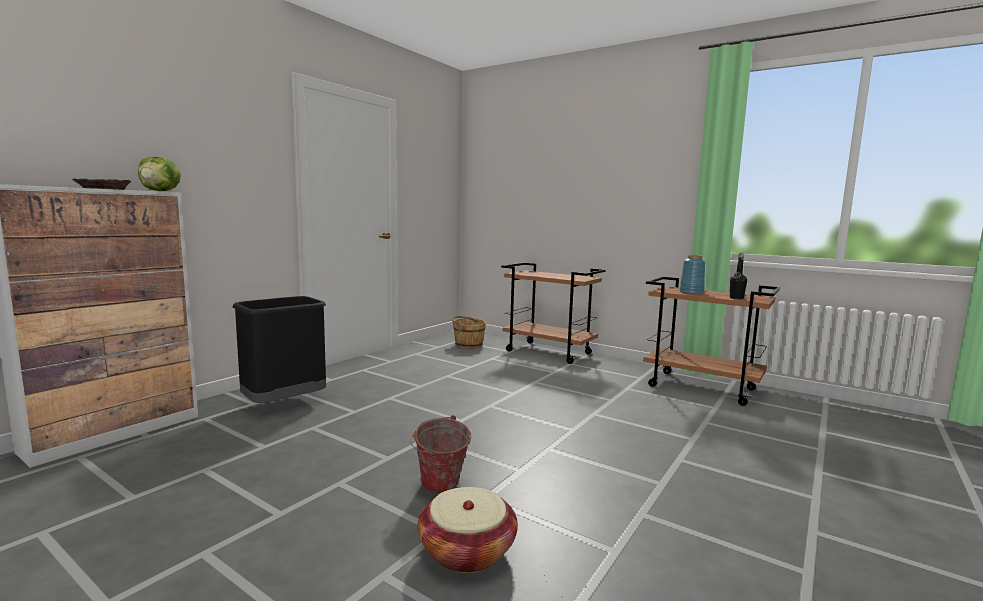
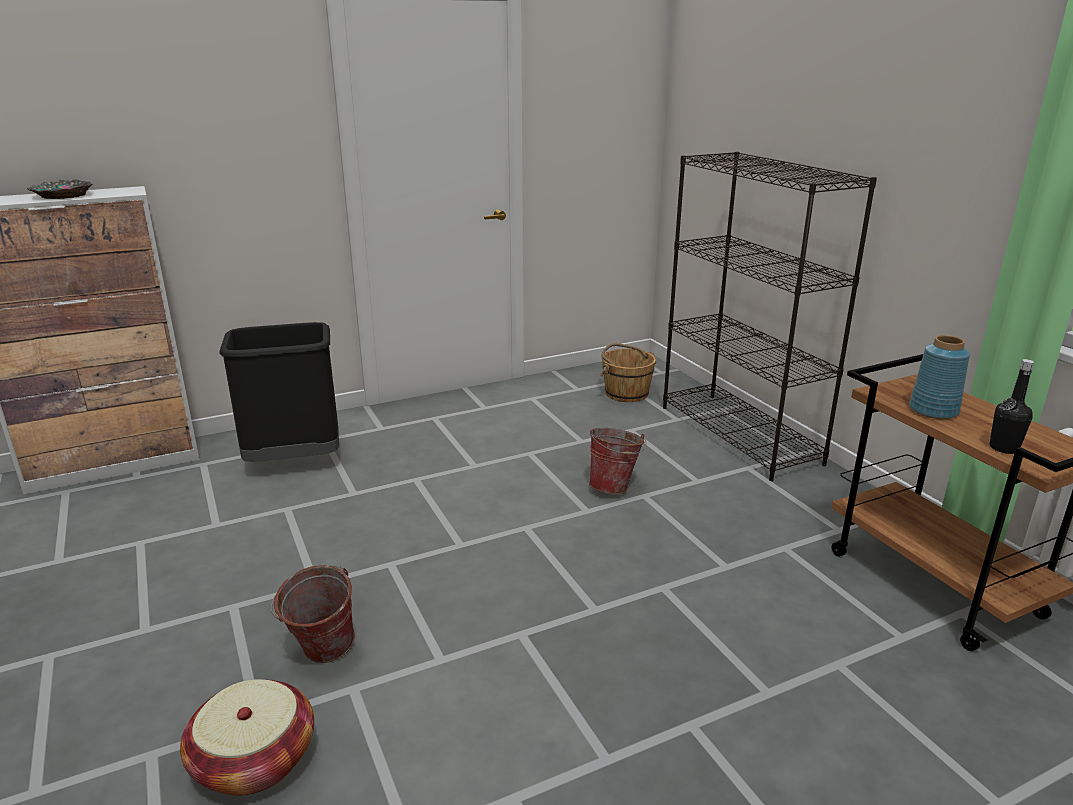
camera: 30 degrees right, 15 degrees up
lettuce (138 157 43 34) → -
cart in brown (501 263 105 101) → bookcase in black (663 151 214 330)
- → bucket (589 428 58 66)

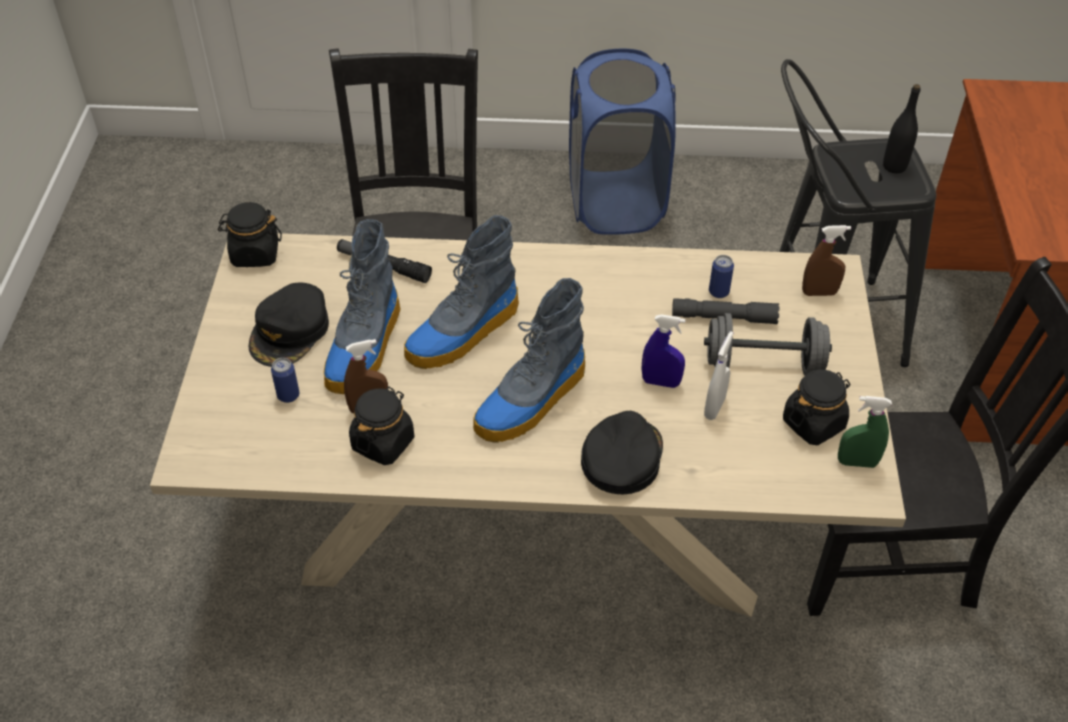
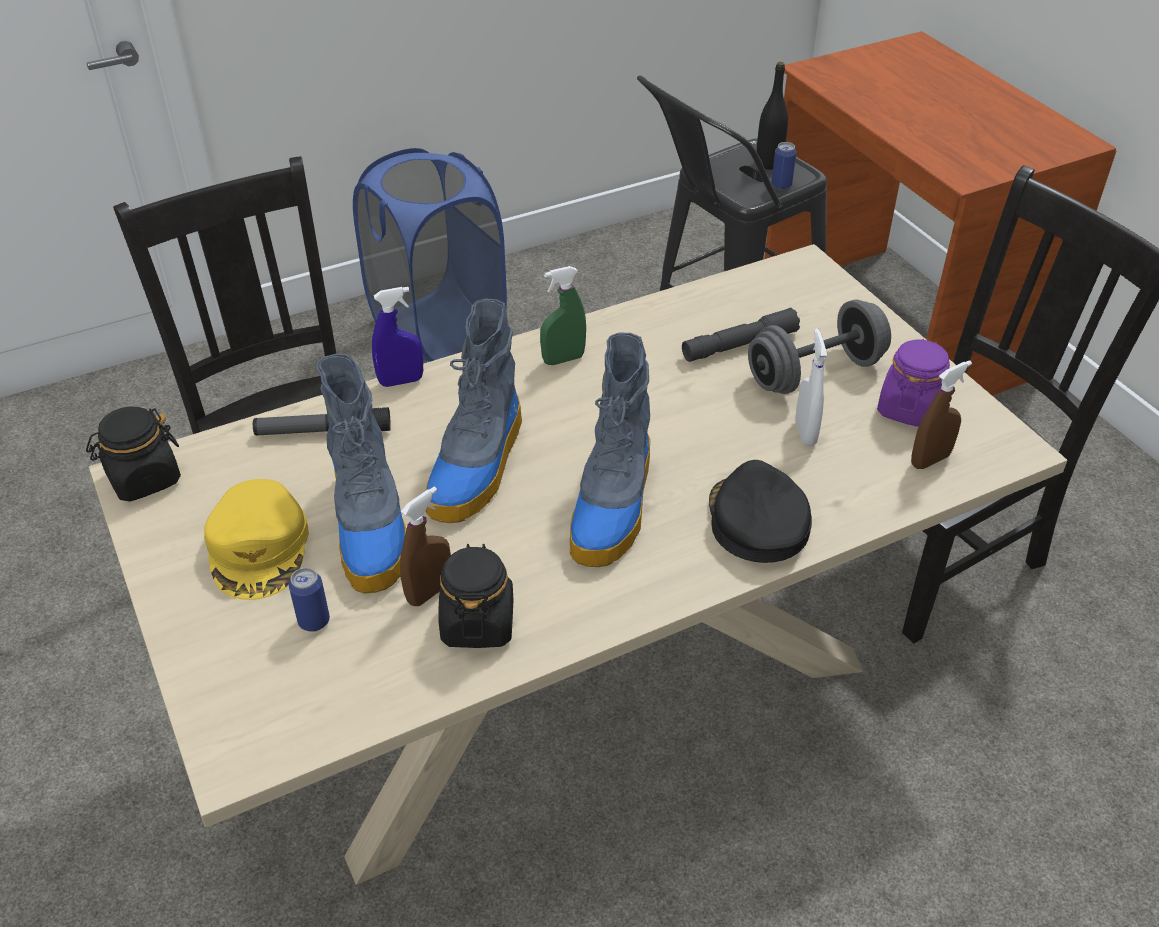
camera: 30 degrees left, 5 degrees down
spray bottle in brown (802 225 49 71) → spray bottle in brown (911 360 61 109), move
can (709 255 25 43) → can (771 142 25 48), move
cap in black (249 283 80 84) → cap in yellow (204 479 105 121)
spray bottle in blue (642 314 43 74) → spray bottle in blue (372 287 51 100), move
jar in black (783 369 67 76) → jar in purple (877 339 73 88)
spray bottle in green (838 396 54 72) → spray bottle in green (540 266 46 99), move

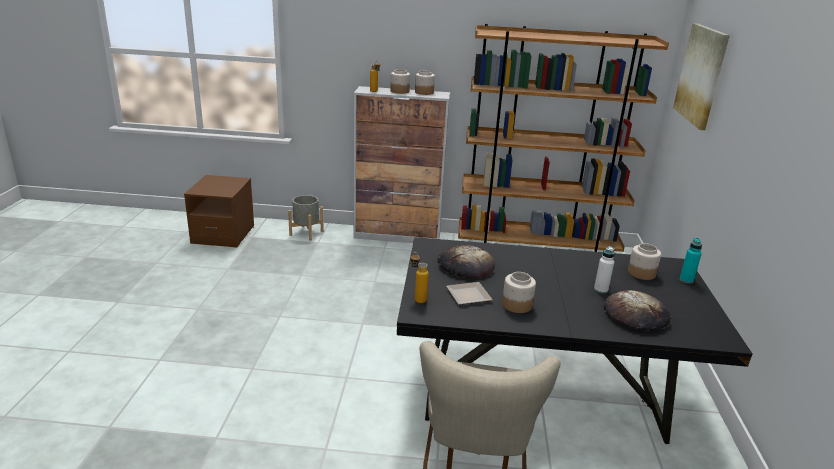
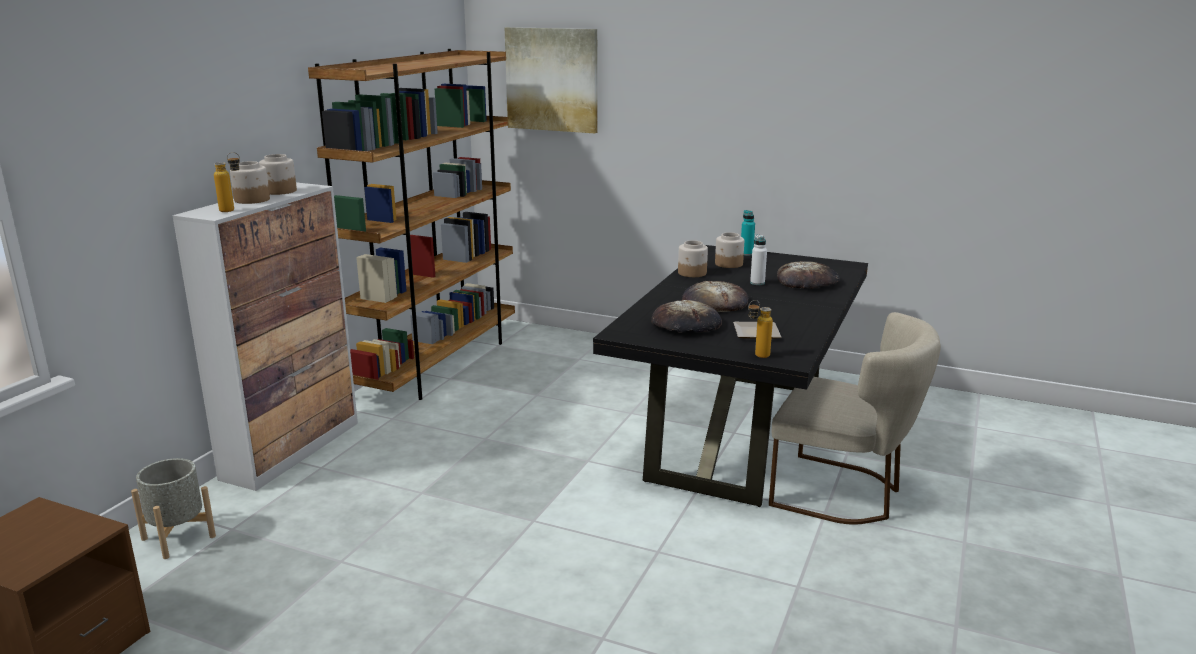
camera: 70 degrees left, 5 degrees down
jar (502 272 34 41) → jar (678 240 30 37), move
- → bread (682 281 66 31)

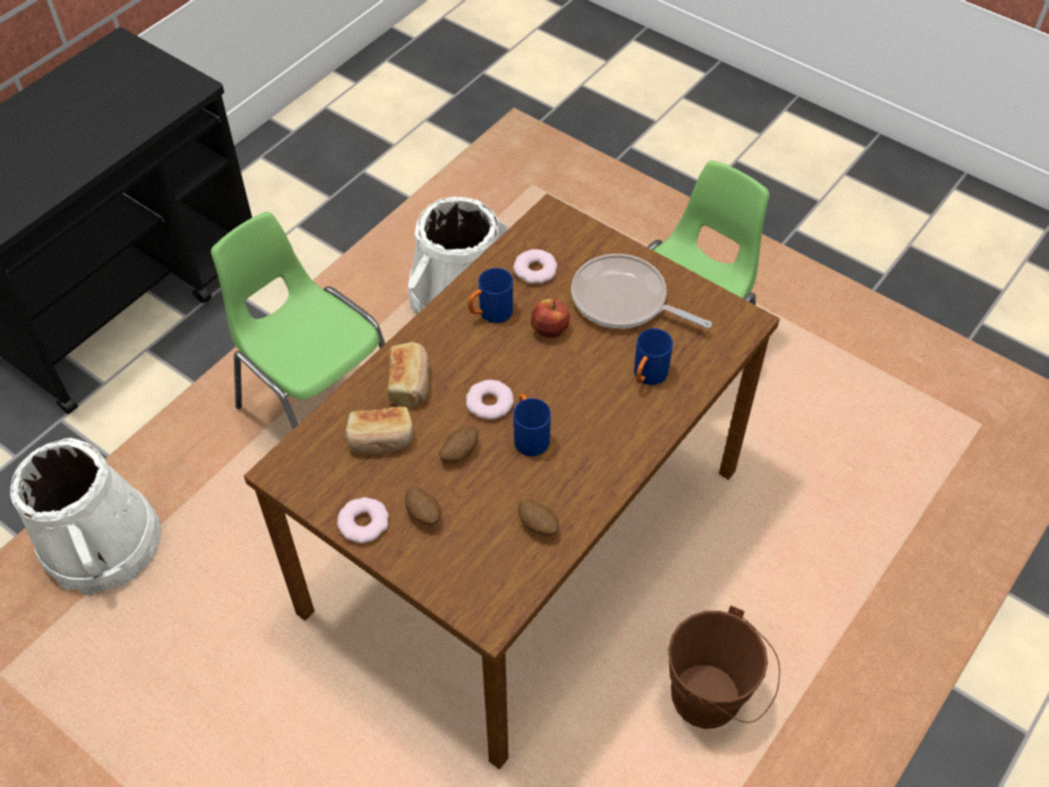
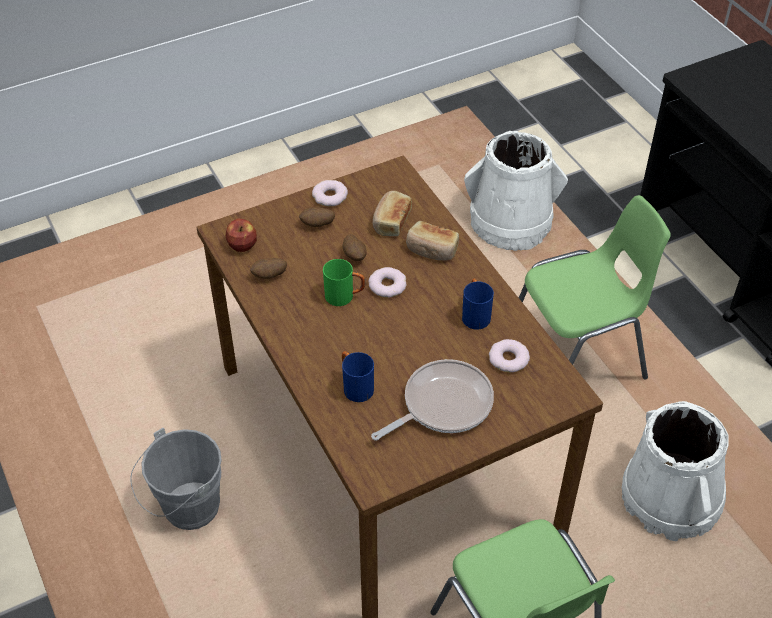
camera: 115 degrees right, 5 degrees down
apple (531 299 39 39) → apple (225 218 32 34), move
mug in blue (513 394 38 62) → mug in green (323 259 42 47)
bucket in brown (668 606 112 123) → bucket in grey (130 428 92 102)

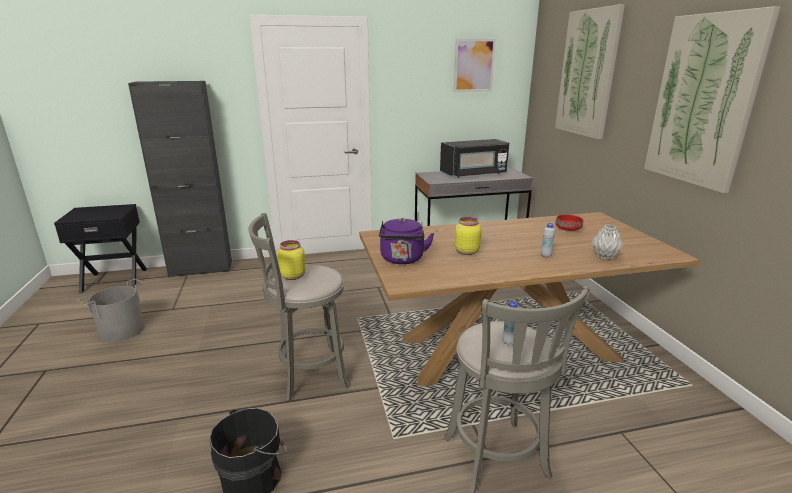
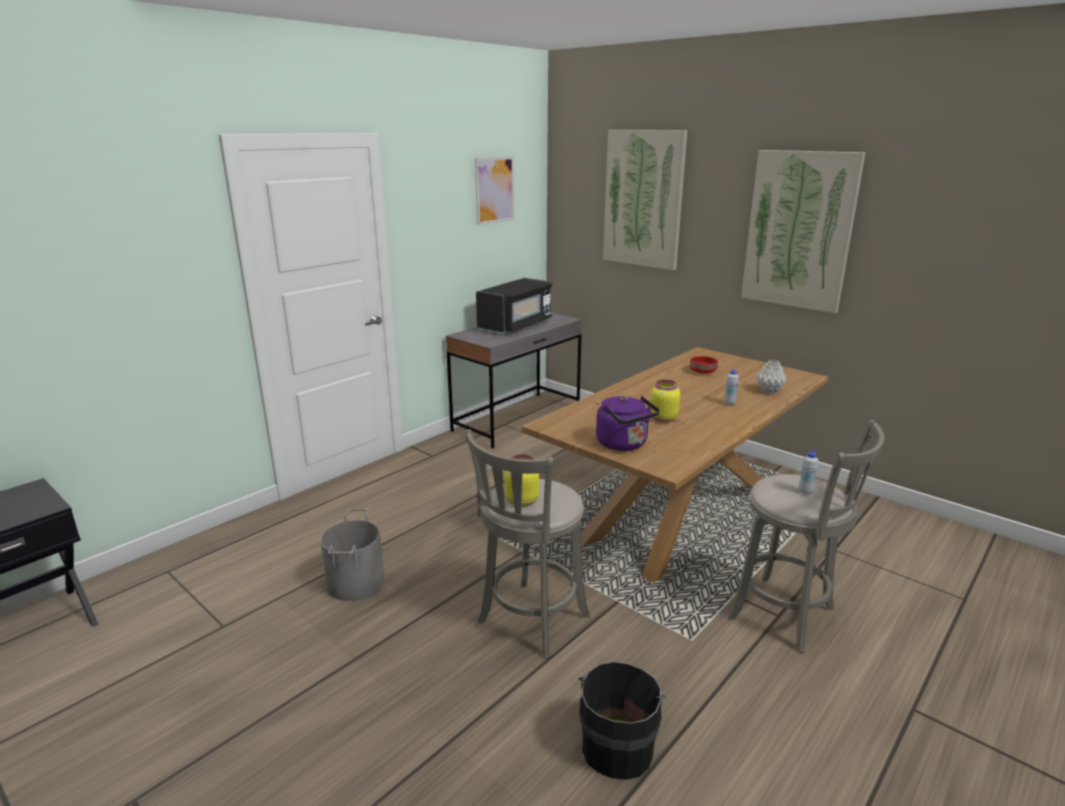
camera: 35 degrees left, 0 degrees up
cabinet in black (128 81 104 196) → -
bucket in grey (77 279 67 63) → bucket in grey (320 508 64 93), move

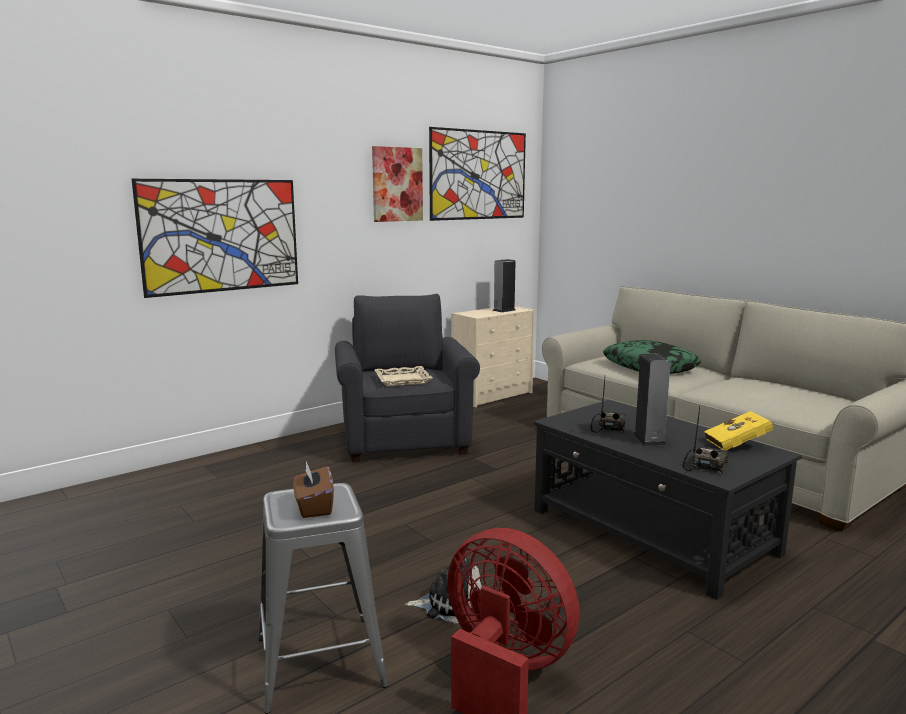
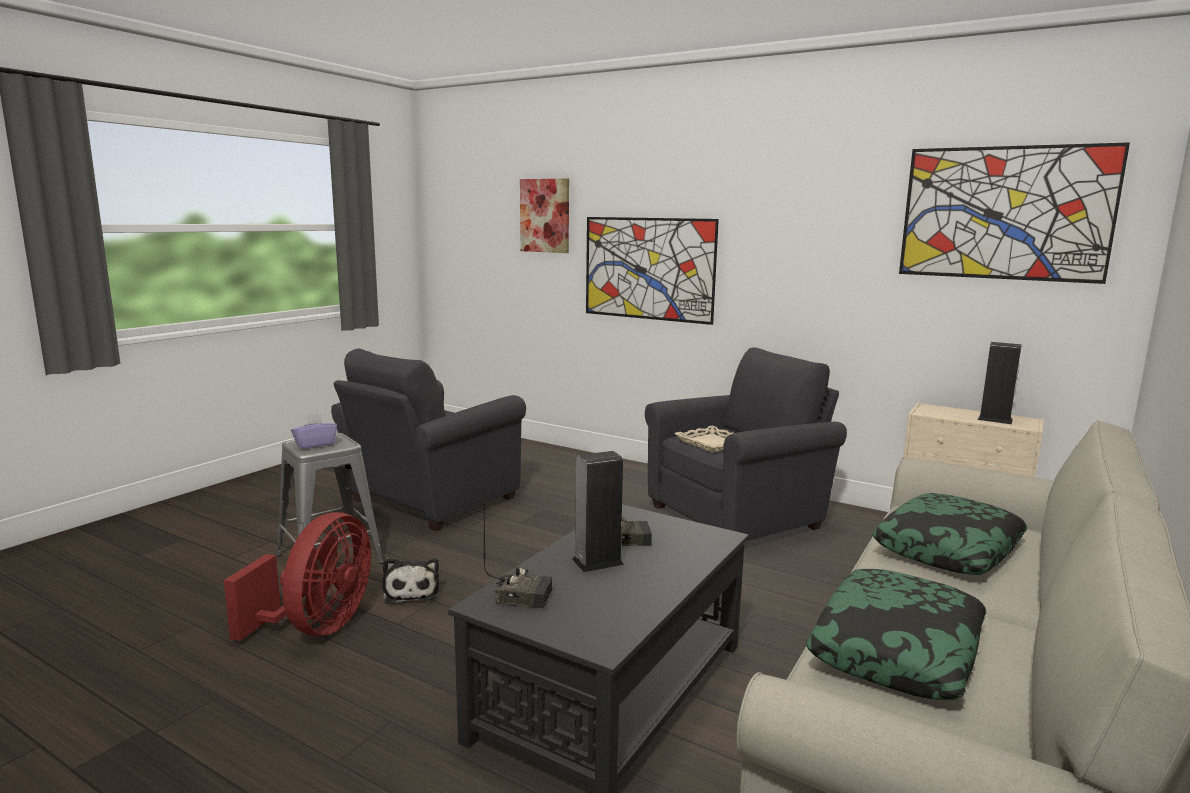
camera: 70 degrees right, 0 degrees up
picture (372 146 51 76) → picture (520 178 49 75), move
book in yellow (704 411 72 39) → -
tissue box in brown (293 461 41 57) → tissue box in purple (291 413 46 36)
- → armchair in grey (331 349 195 182)
- → pillow (806 569 180 131)

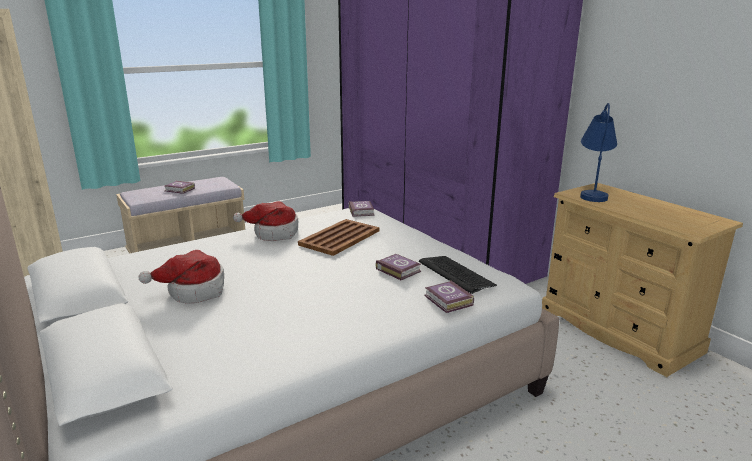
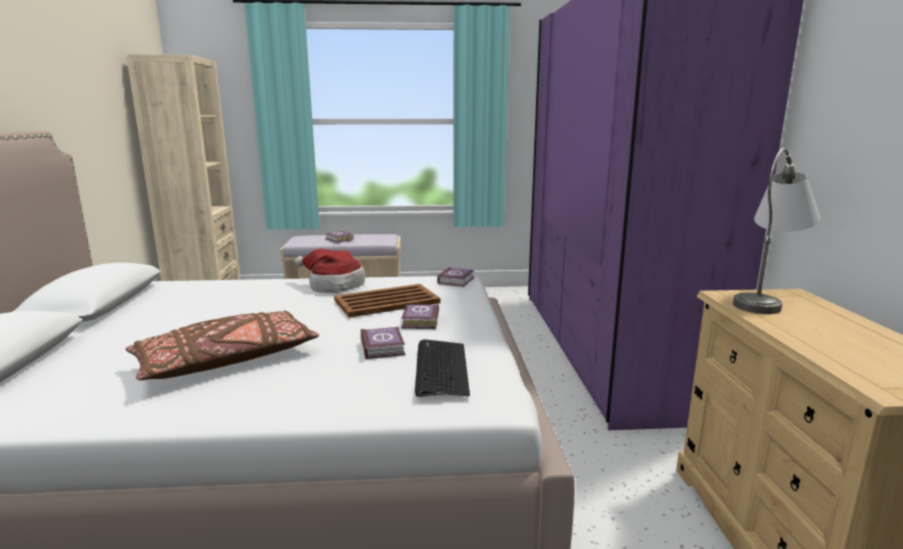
camera: 30 degrees right, 5 degrees down
table lamp in blue (580 103 37 99) → table lamp in grey (733 148 87 166)
hat (139 250 85 53) → -
book (424 280 50 33) → book (401 304 38 25), move
- → pillow in brown (125 311 194 69)

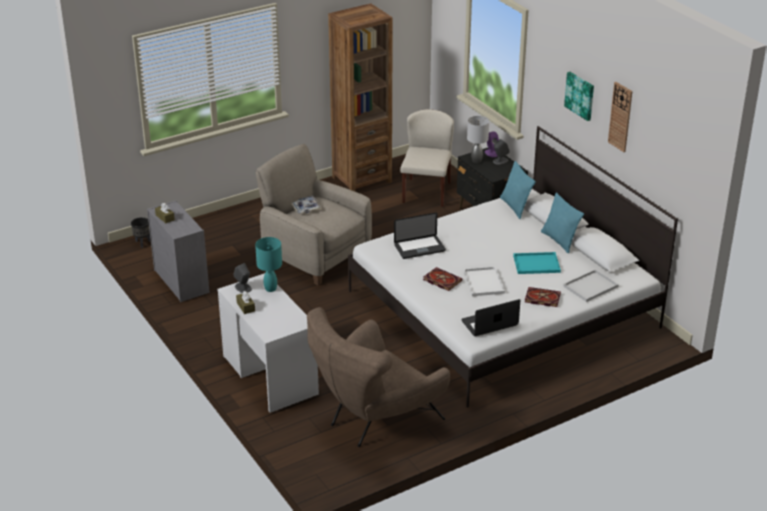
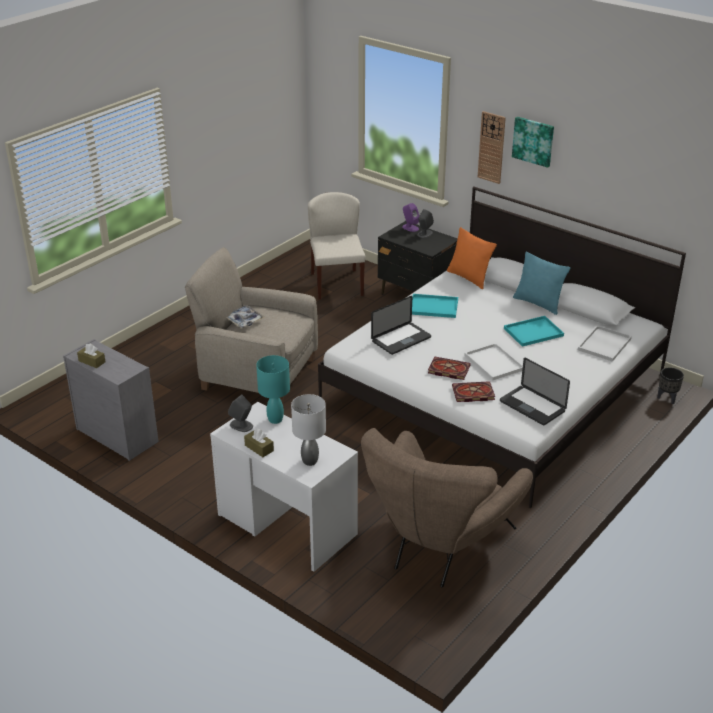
camera: 20 degrees left, 0 degrees up
bookcase in brown (328 3 65 189) → -
wall clock (608 82 24 70) → wall clock (478 111 28 73), move
table lamp in grey (467 116 22 47) → table lamp in grey (291 394 35 72), move
pillow in turquoise (500 161 36 58) → pillow in orange (447 227 50 62)
planter in black (131 217 19 31) → planter in black (657 367 27 37), move
book (525 287 36 20) → book (452 381 43 21), move
laptop (462 299 58 37) → laptop (500 358 70 67), 90 degrees counterclockwise
- → tray in turquoise (412 294 46 24)

